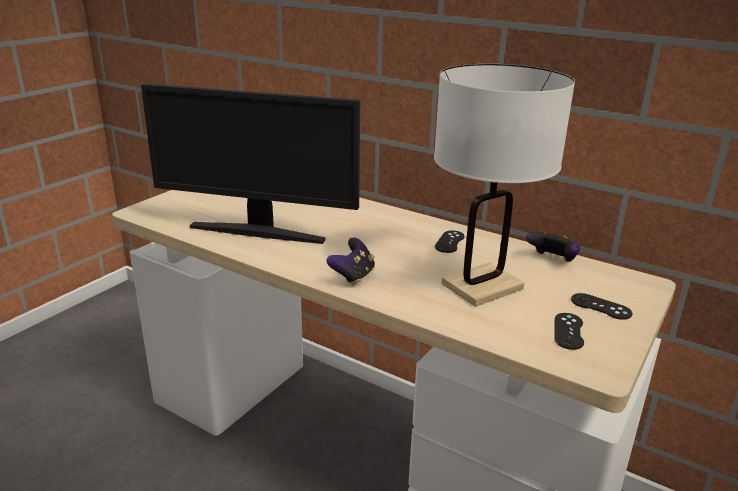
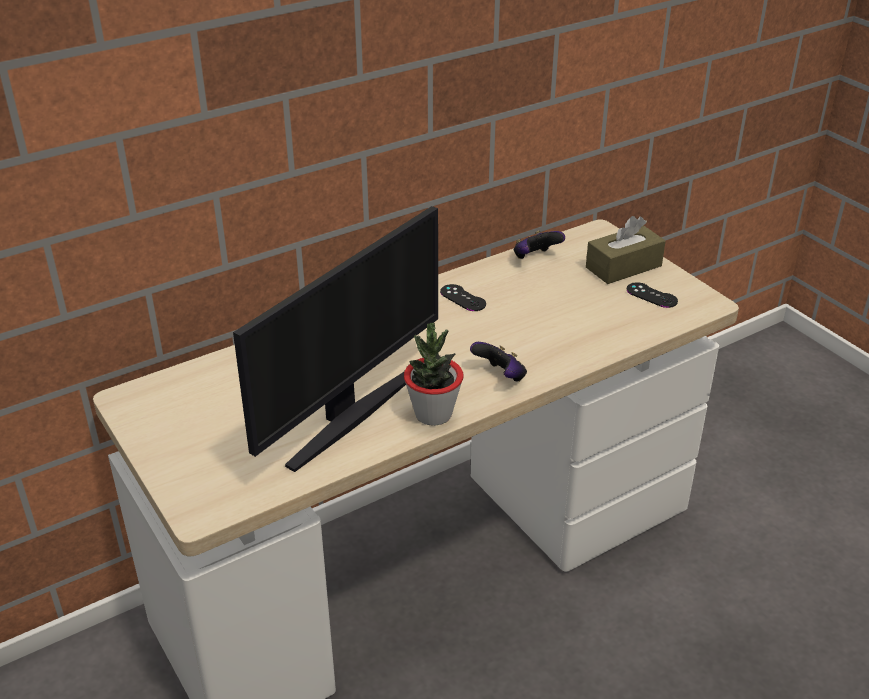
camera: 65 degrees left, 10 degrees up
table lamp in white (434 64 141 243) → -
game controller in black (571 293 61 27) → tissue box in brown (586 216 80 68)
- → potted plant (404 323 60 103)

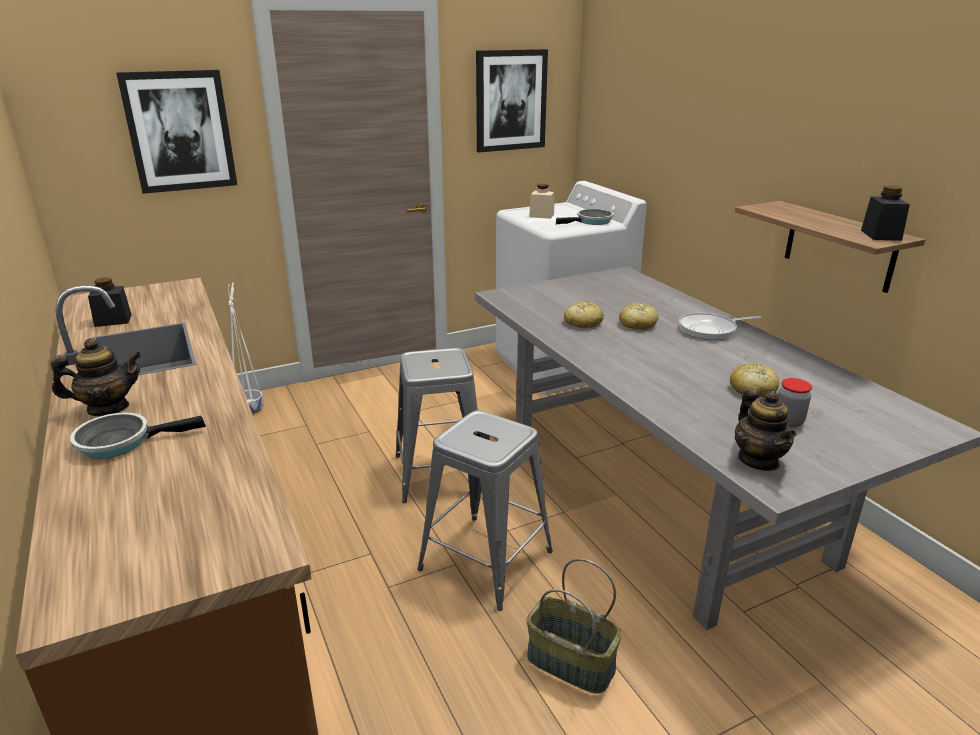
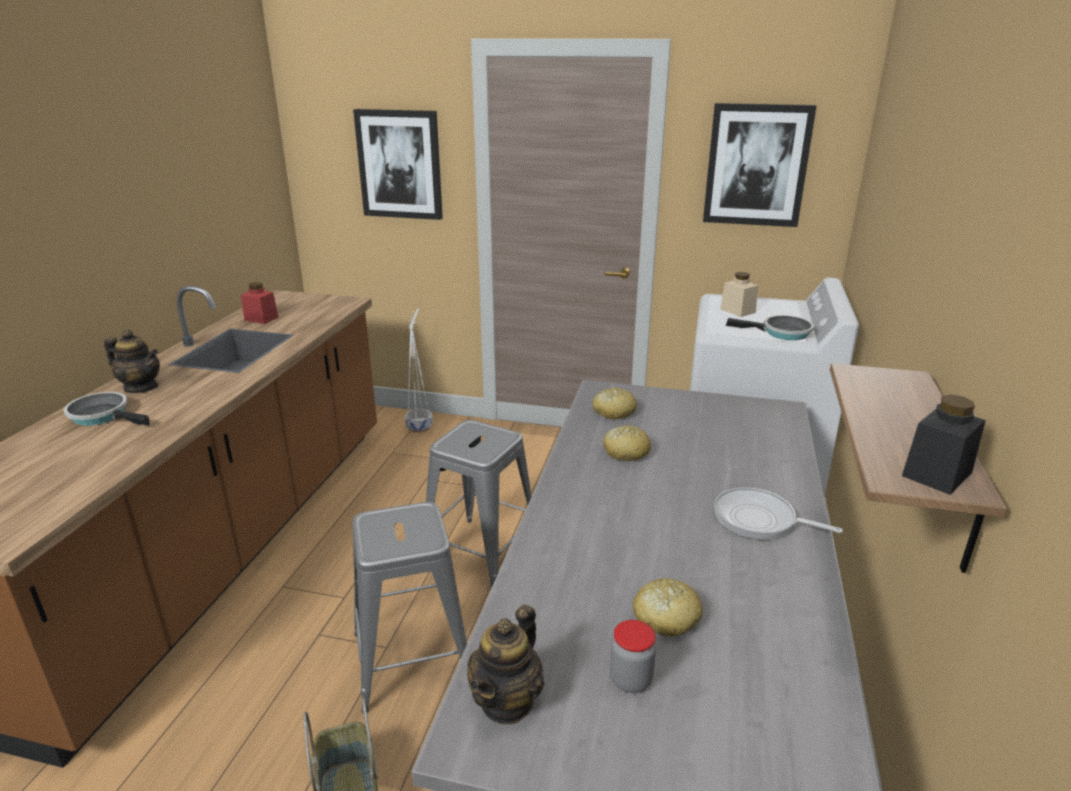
camera: 40 degrees right, 0 degrees up
jar in black (88 277 44 50) → jar in red (241 282 38 42)
bread (619 303 39 27) → bread (592 388 45 31), move

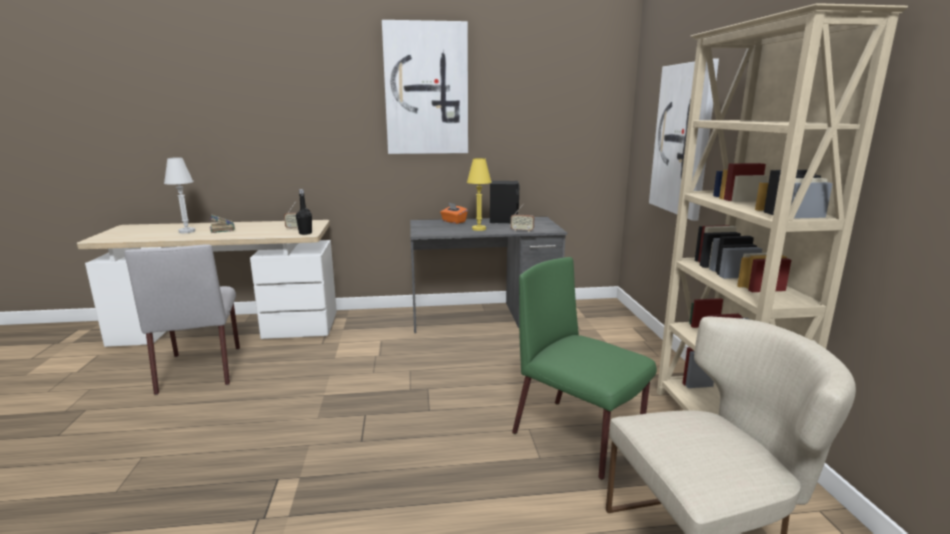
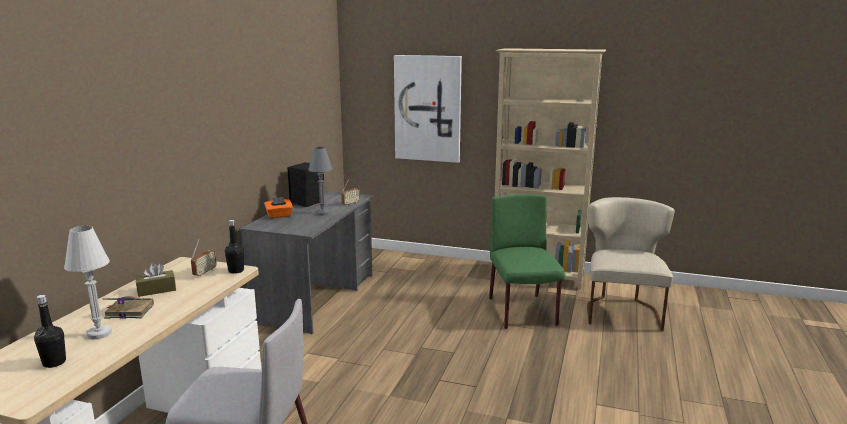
camera: 65 degrees left, 0 degrees up
picture (382 20 86 134) → -
table lamp in yellow (467 158 25 73) → table lamp in grey (308 147 24 69)
chair in green (512 257 145 223) → chair in green (489 194 76 135), 105 degrees clockwise
- → tissue box in brown (135 263 41 34)
- → bottle in black (34 295 32 73)

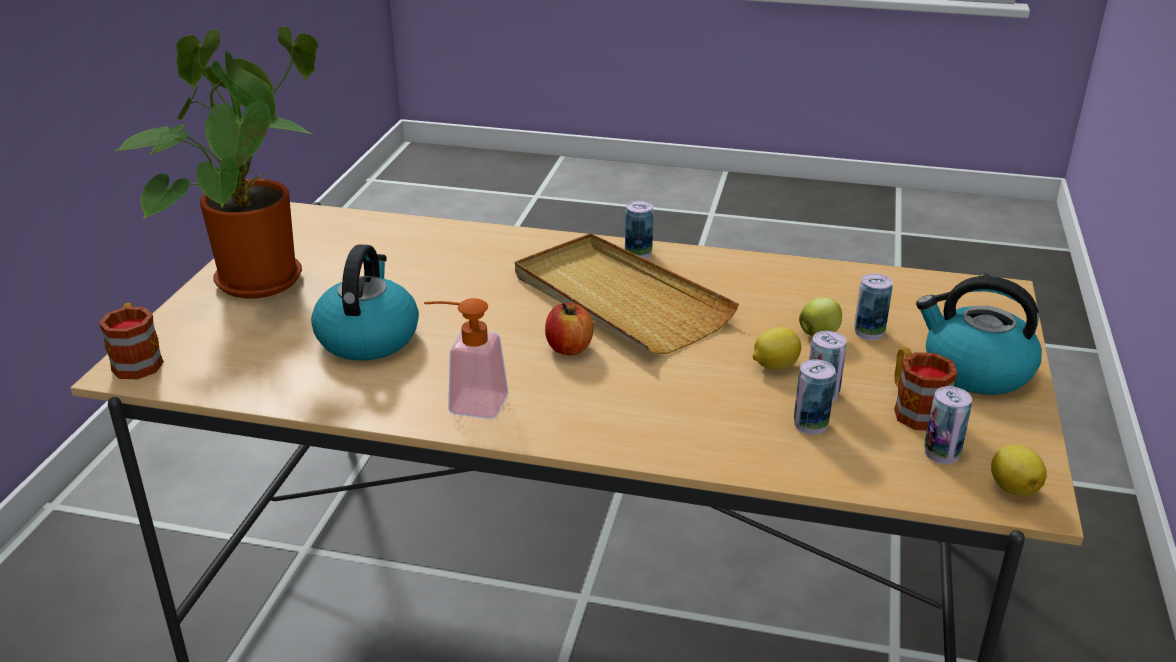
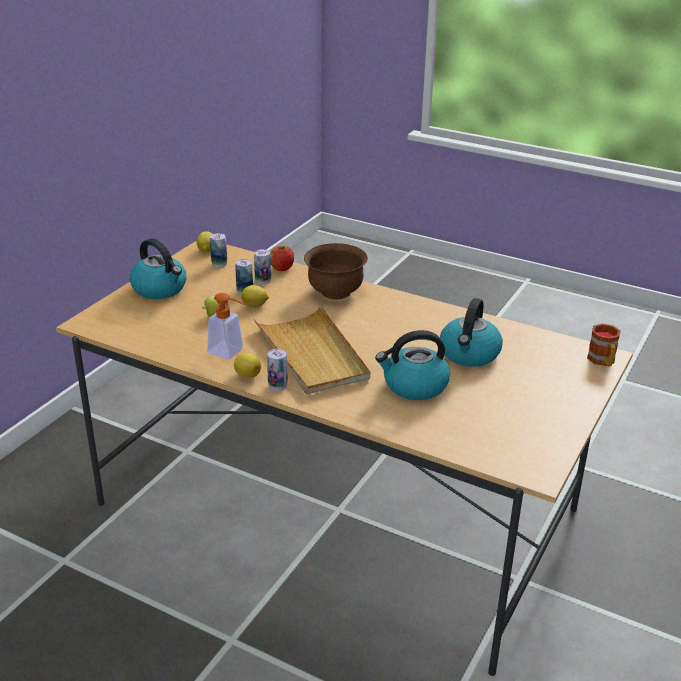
camera: 165 degrees left, 0 degrees up
potted plant (114 26 204 272) → -
can (854 273 39 67) → -
soap dispenser (424 298 85 121) → soap dispenser (207 293 39 66), move
apple (545 302 49 53) → apple (270 245 24 26), move
mug (894 347 64 83) → -
- → bowl in brown (304 243 64 56)
- → kettle (375 330 75 70)
- → lemon (234 353 27 25)

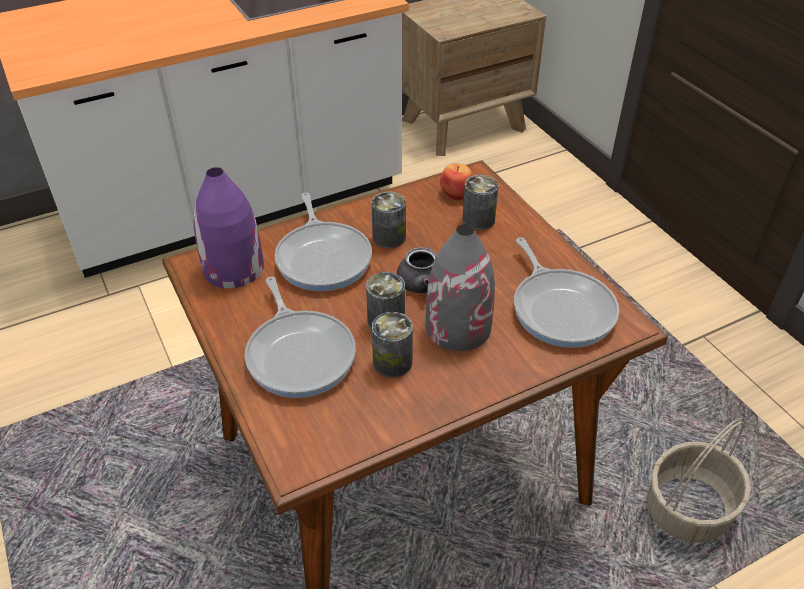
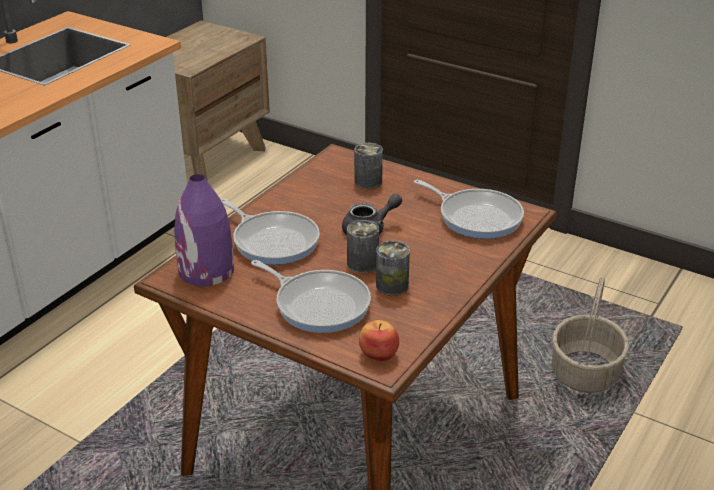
camera: 30 degrees left, 10 degrees down
apple (440 163 33 37) → apple (359 320 40 41), move
can (371 192 35 57) → -
vase in grey (426 224 69 127) → -

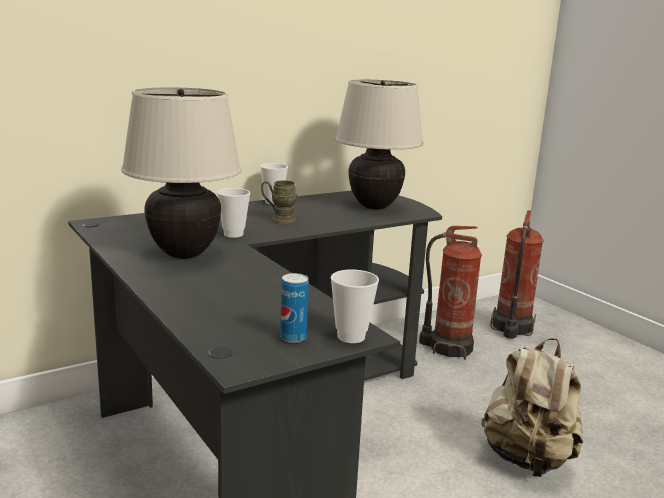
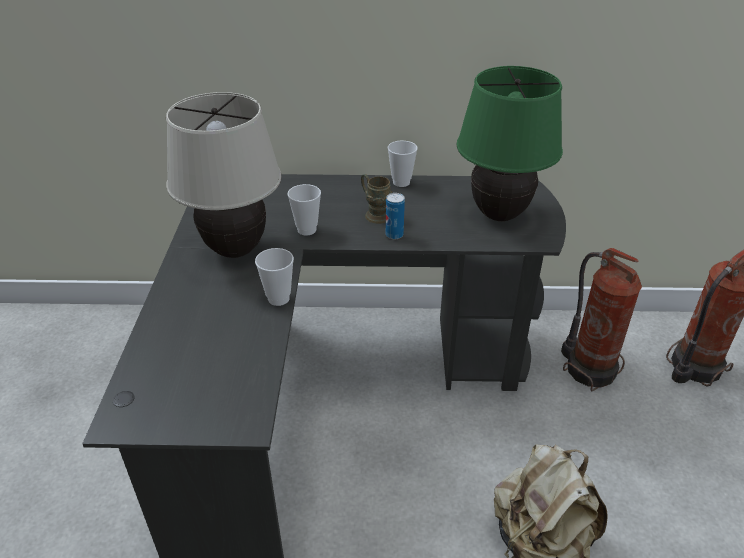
camera: 35 degrees right, 20 degrees up
table lamp in beige (335 79 88 131) → table lamp in green (457 66 106 155)
cup (331 269 48 74) → cup (255 248 39 58), move
can (280 273 29 70) → can (386 193 19 46), move

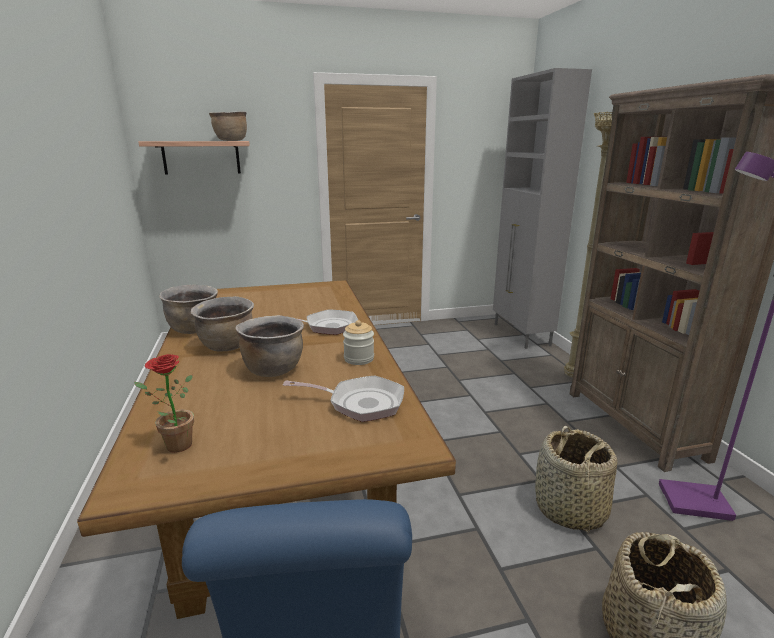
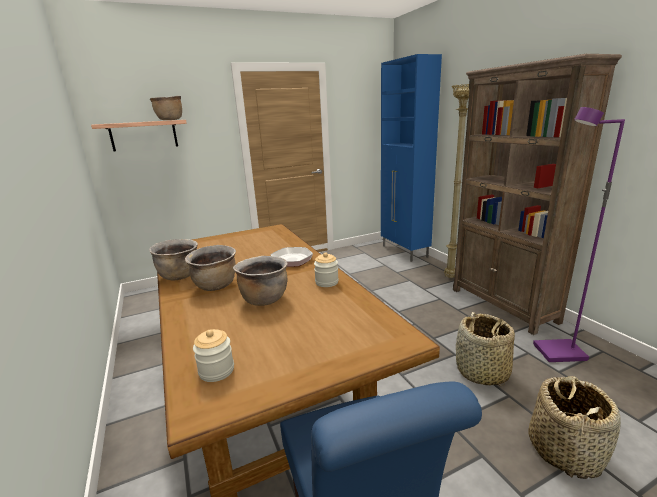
camera: 10 degrees left, 0 degrees up
cabinet in grey (493 68 99 281) → cabinet in blue (381 54 61 208)
potted plant (134 354 60 99) → jar (193 329 41 53)
frying pan (283 375 121 47) → -

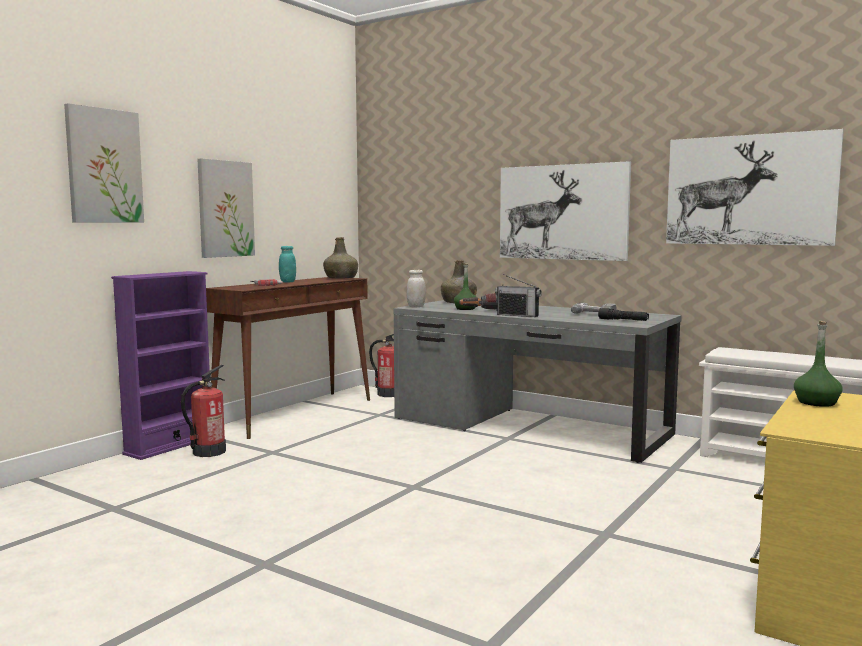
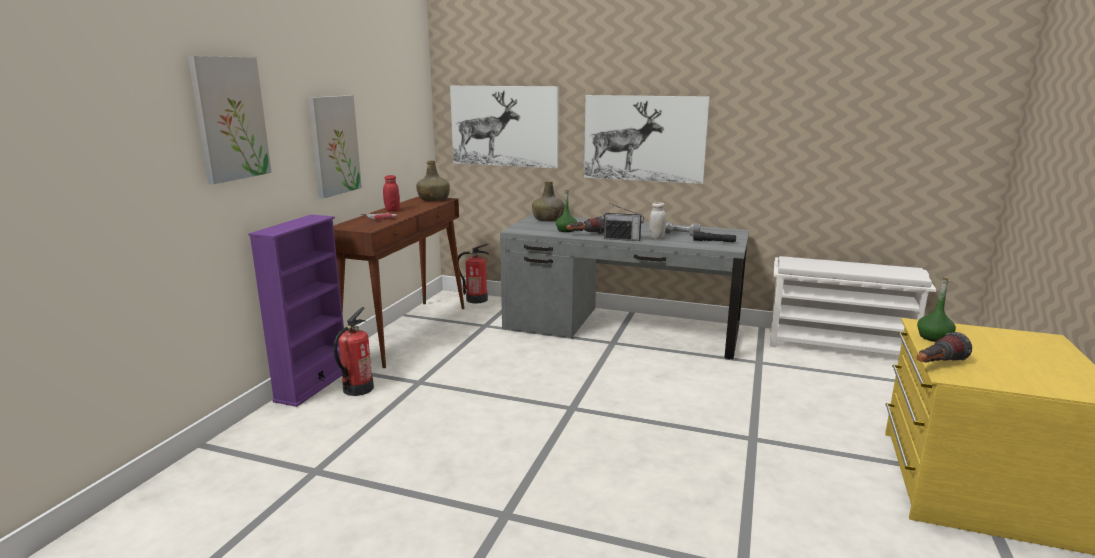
camera: 15 degrees left, 10 degrees up
picture (666 129 178 117) → picture (450 86 109 82), move
jar in turquoise (279 246 17 36) → jar in red (383 175 17 37)
jar in white (407 270 19 38) → jar in white (649 202 17 38), move
- → flashlight (917 332 55 31)

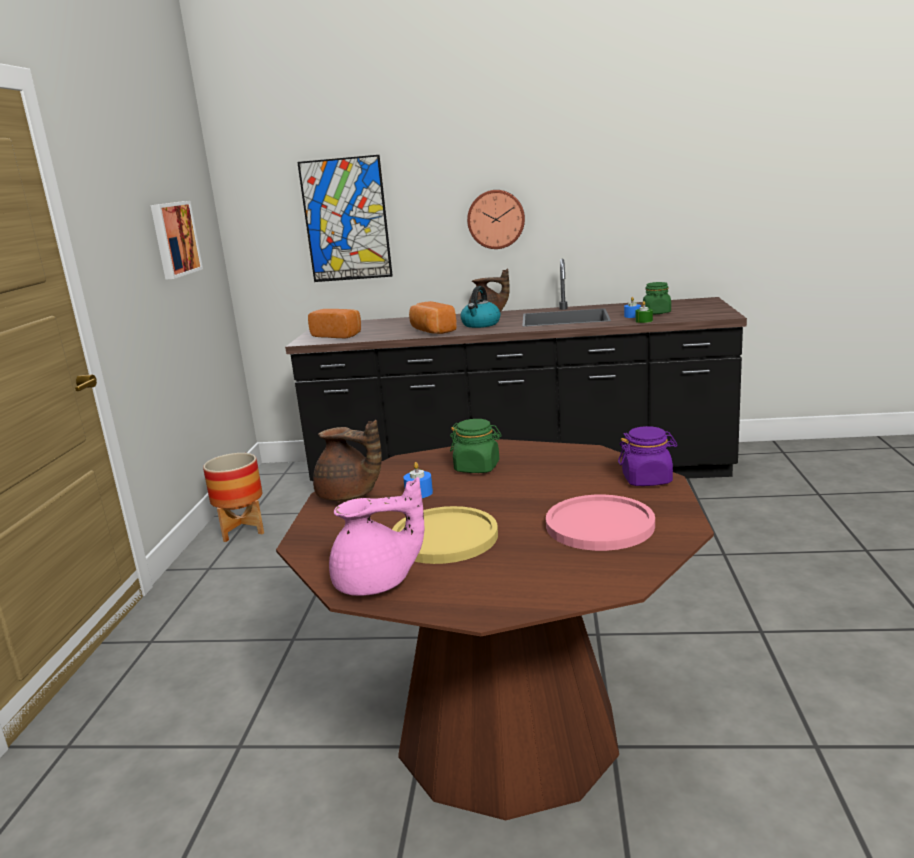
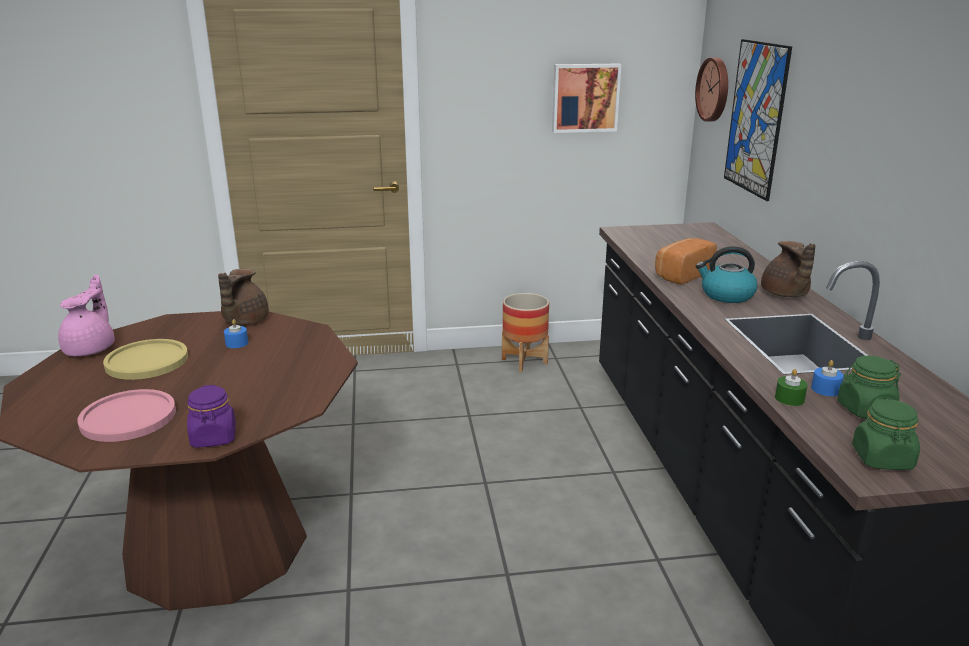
camera: 75 degrees right, 5 degrees up
wall clock (467 190 58 59) → wall clock (695 58 33 64), move
bread (308 309 53 30) → -
jar in green (450 419 52 54) → jar in green (852 397 68 73), move
teapot in pink (329 477 95 119) → teapot in pink (58 275 57 81), 150 degrees counterclockwise

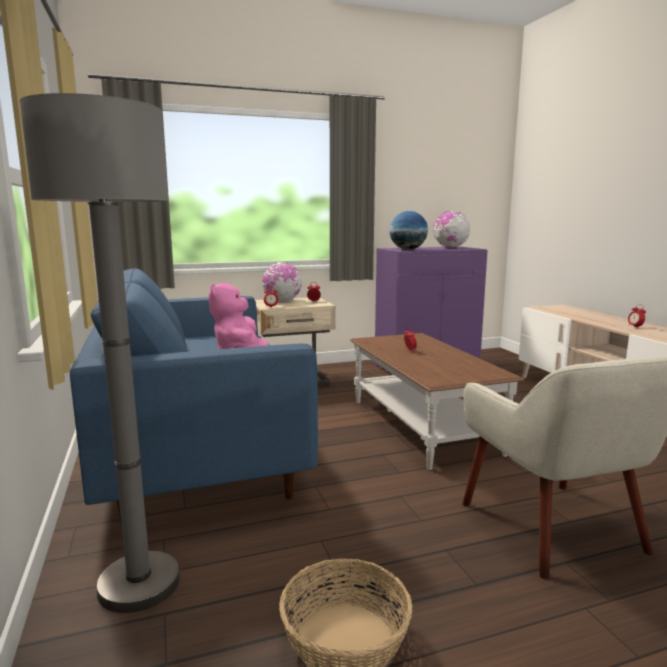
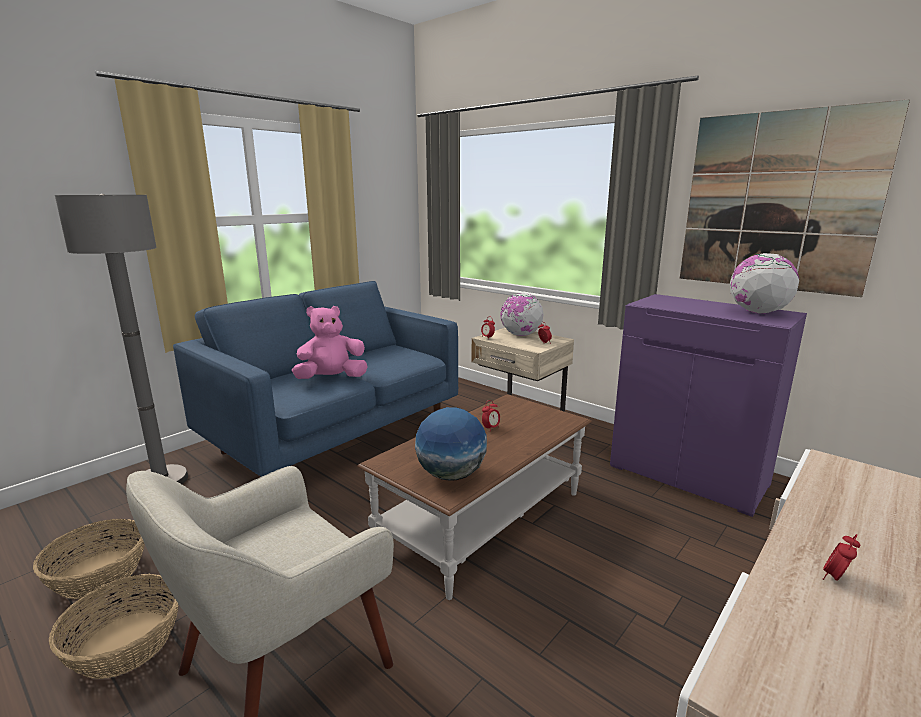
camera: 60 degrees right, 5 degrees up
globe (390 211 38 39) → globe (415 407 72 74), move
- → picture (680 99 230 198)
- → basket (49 574 130 105)

